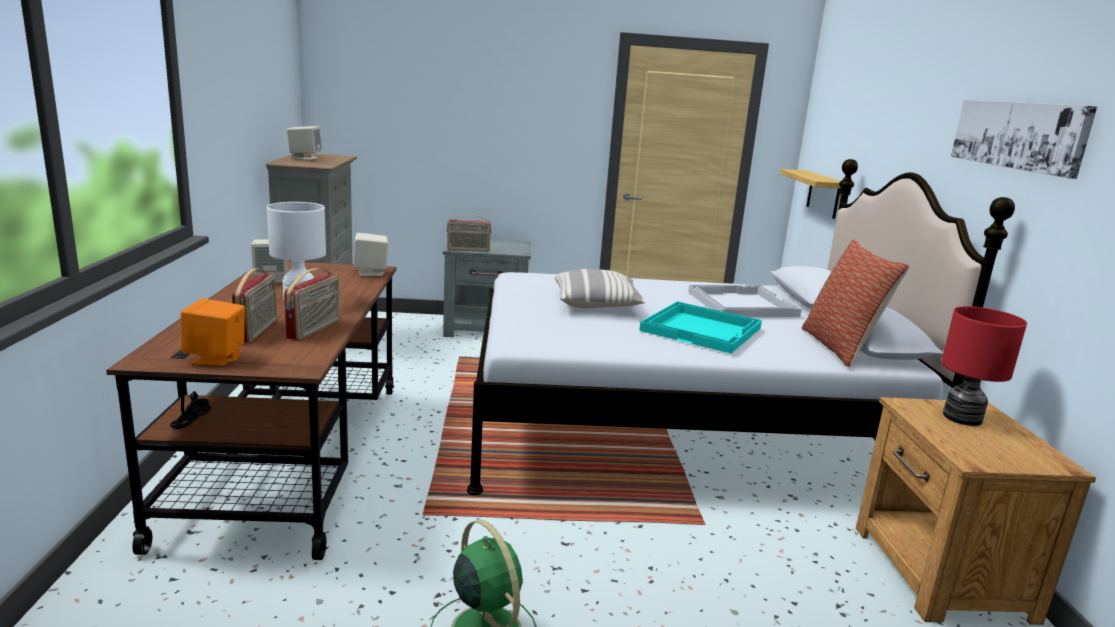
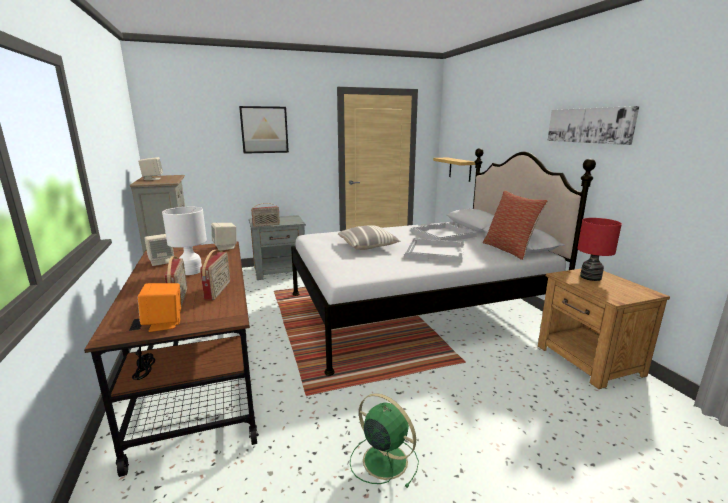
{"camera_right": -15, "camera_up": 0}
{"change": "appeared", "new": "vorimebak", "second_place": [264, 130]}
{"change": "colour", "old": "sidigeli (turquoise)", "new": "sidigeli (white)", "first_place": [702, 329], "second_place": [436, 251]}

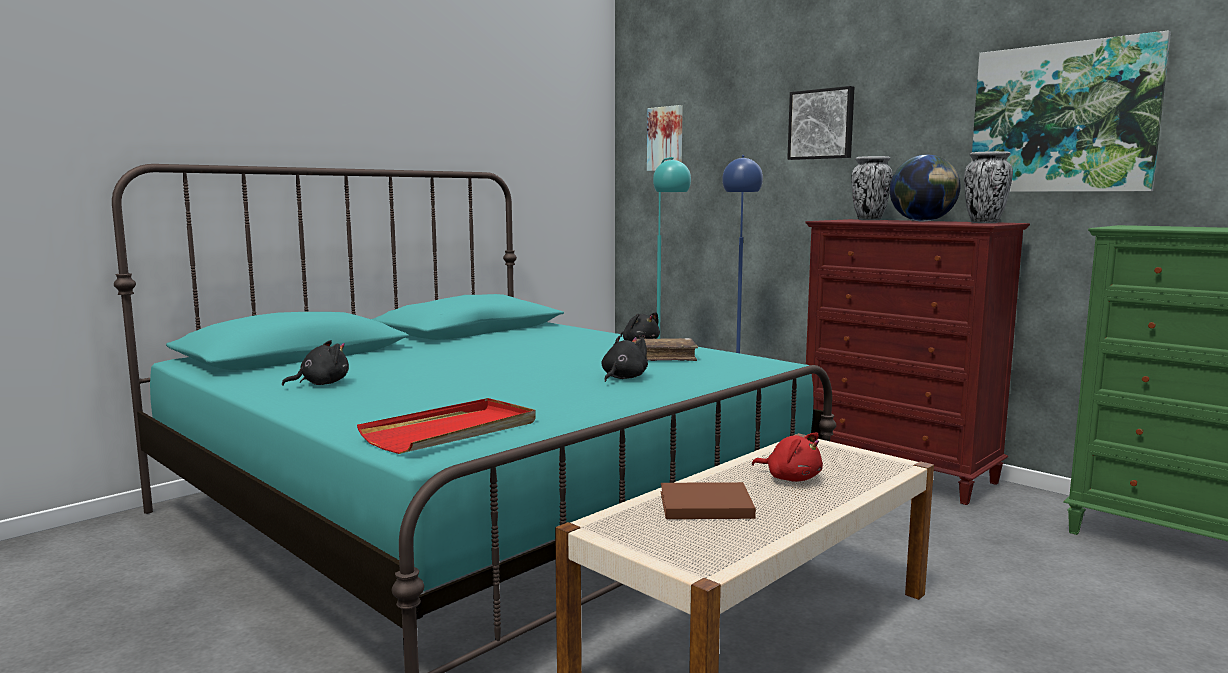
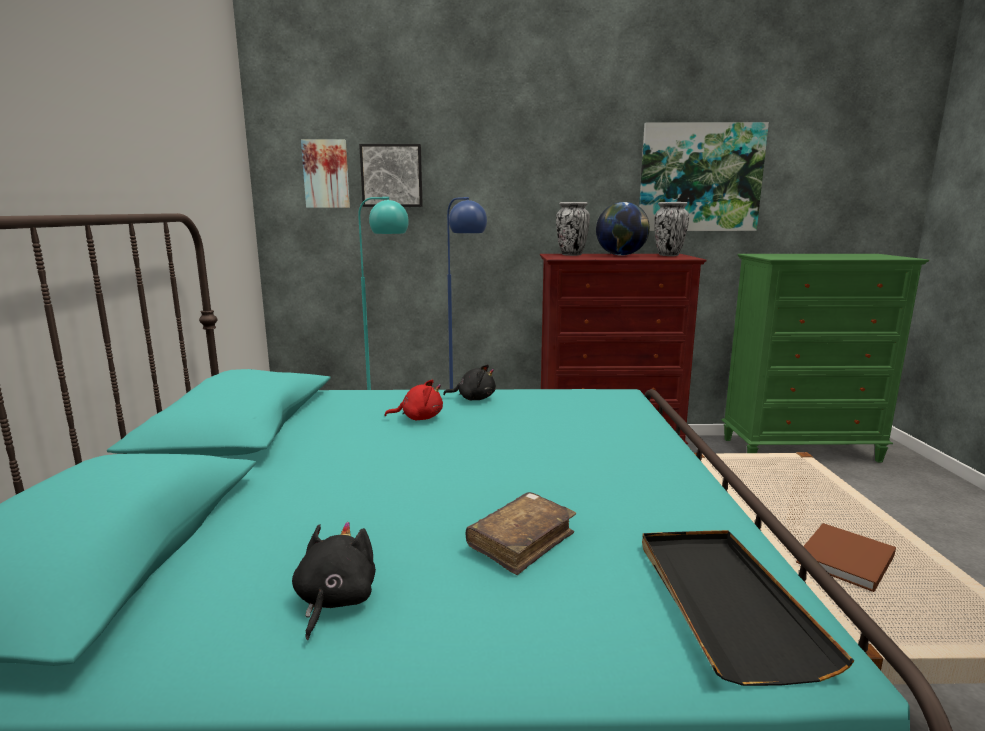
{"camera_right": -45, "camera_up": 5}
{"change": "missing", "old": "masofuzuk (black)", "first_place": [623, 378]}
{"change": "relocated", "old": "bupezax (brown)", "first_place": [664, 357], "second_place": [521, 542]}
{"change": "relocated", "old": "masofuzuk (red)", "first_place": [791, 478], "second_place": [419, 418]}
{"change": "relocated", "old": "vorimebak", "first_place": [822, 124], "second_place": [392, 176]}
{"change": "colour", "old": "sidigeli (red)", "new": "sidigeli (black)", "first_place": [452, 431], "second_place": [724, 602]}

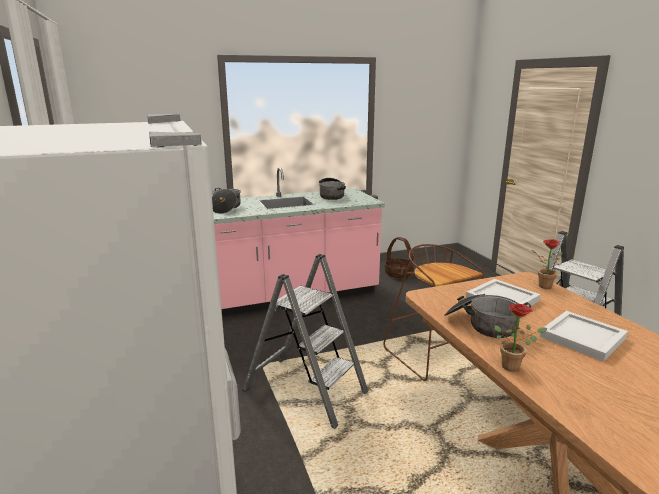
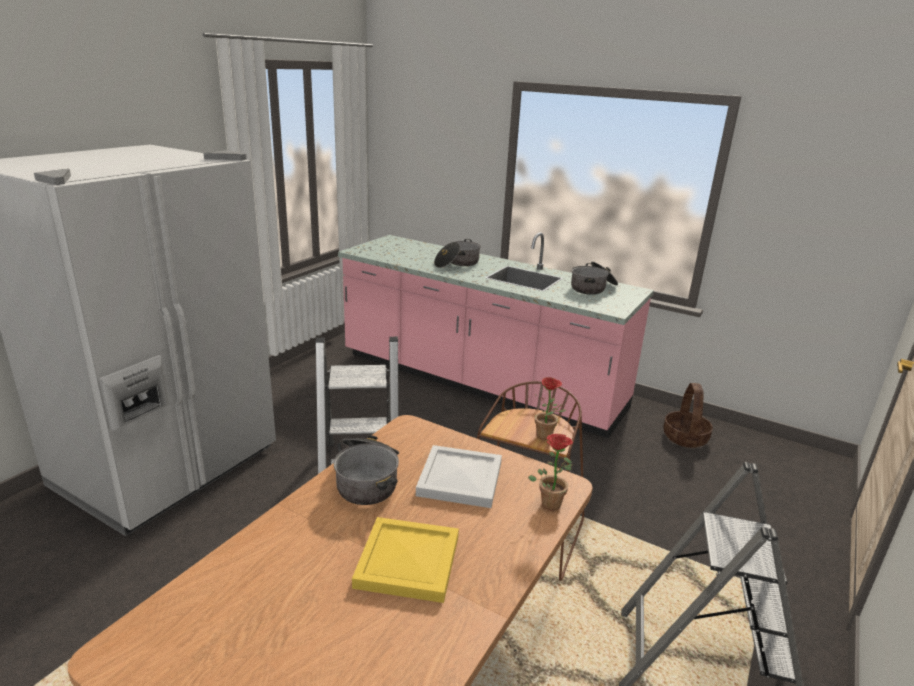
{"camera_right": 50, "camera_up": 5}
{"change": "relocated", "old": "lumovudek", "first_place": [514, 366], "second_place": [547, 437]}
{"change": "colour", "old": "sidigeli (white)", "new": "sidigeli (yellow)", "first_place": [581, 337], "second_place": [406, 560]}

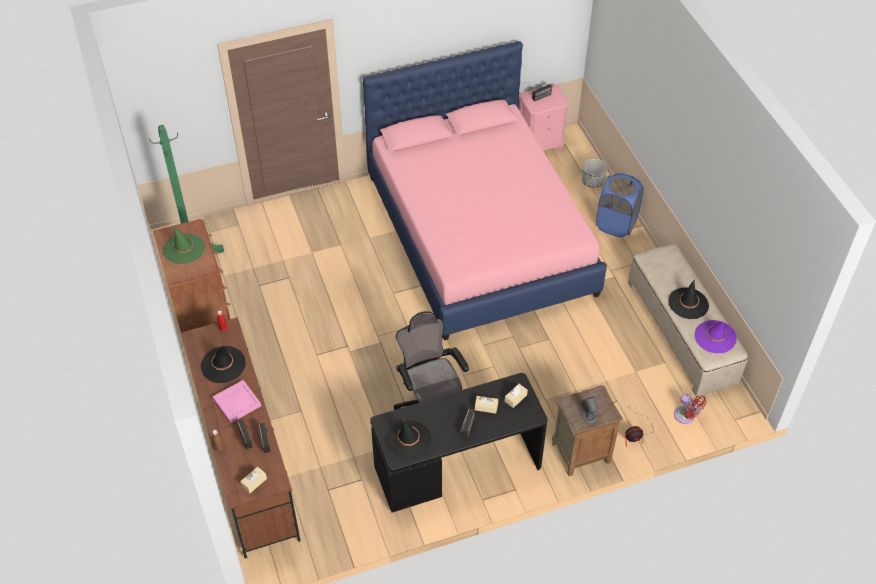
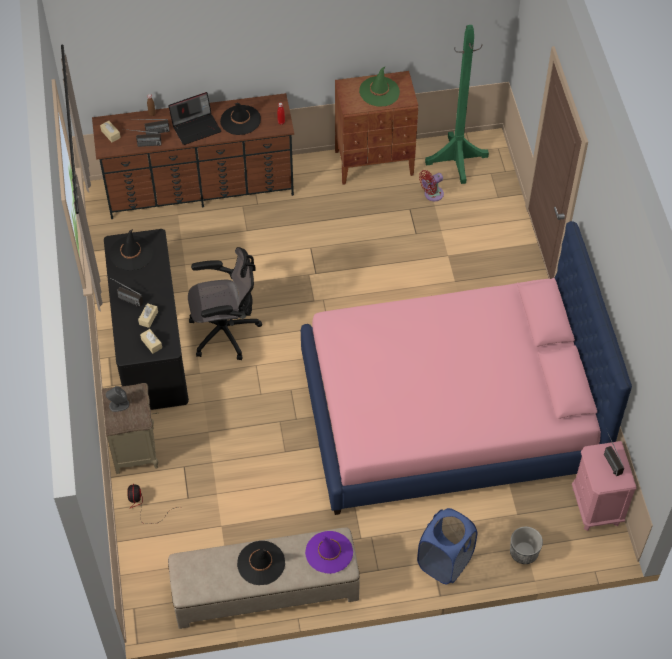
{"camera_right": 100, "camera_up": 5}
{"change": "relocated", "old": "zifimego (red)", "first_place": [686, 417], "second_place": [431, 194]}
{"change": "relocated", "old": "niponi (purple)", "first_place": [715, 337], "second_place": [329, 552]}
{"change": "exchanged", "old": "sidigeli (pink)", "new": "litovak", "first_place": [236, 402], "second_place": [196, 127]}

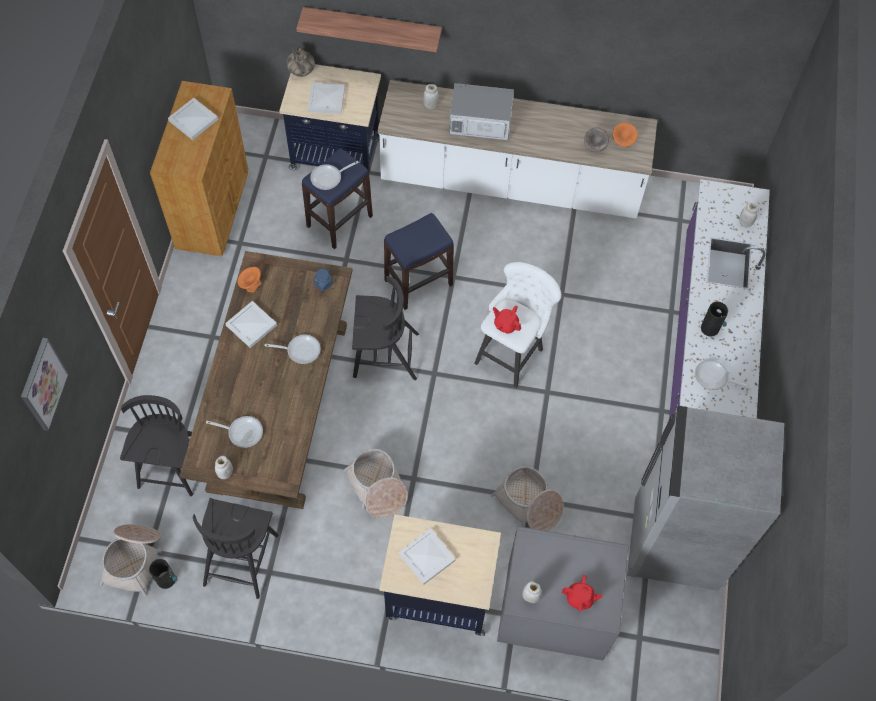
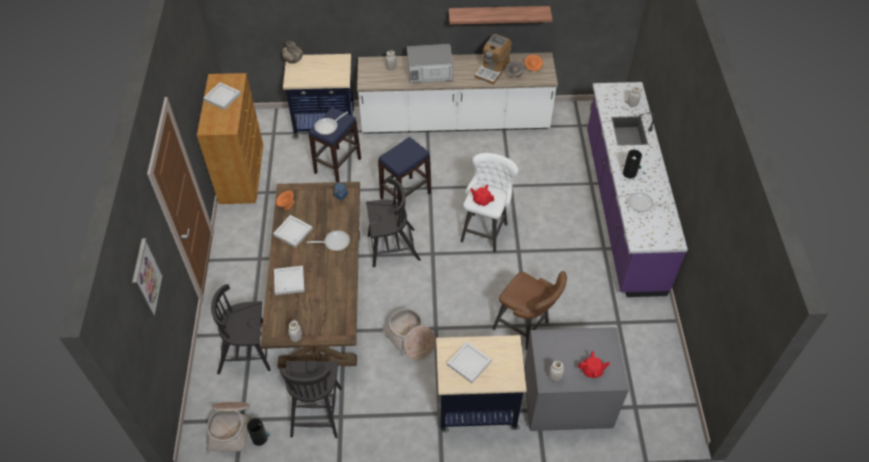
{"camera_right": -10, "camera_up": -10}
{"change": "missing", "old": "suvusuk", "first_place": [242, 432]}
{"change": "missing", "old": "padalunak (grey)", "first_place": [676, 544]}
{"change": "appeared", "new": "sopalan", "second_place": [492, 69]}
{"change": "relocated", "old": "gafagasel", "first_place": [372, 26], "second_place": [498, 15]}
{"change": "relocated", "old": "sidigeli (white)", "first_place": [326, 100], "second_place": [289, 281]}
{"change": "exchanged", "old": "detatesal", "new": "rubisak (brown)", "first_place": [529, 503], "second_place": [526, 329]}
{"change": "spun", "old": "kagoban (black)", "first_place": [172, 463], "second_place": [247, 352], "degrees": -90}

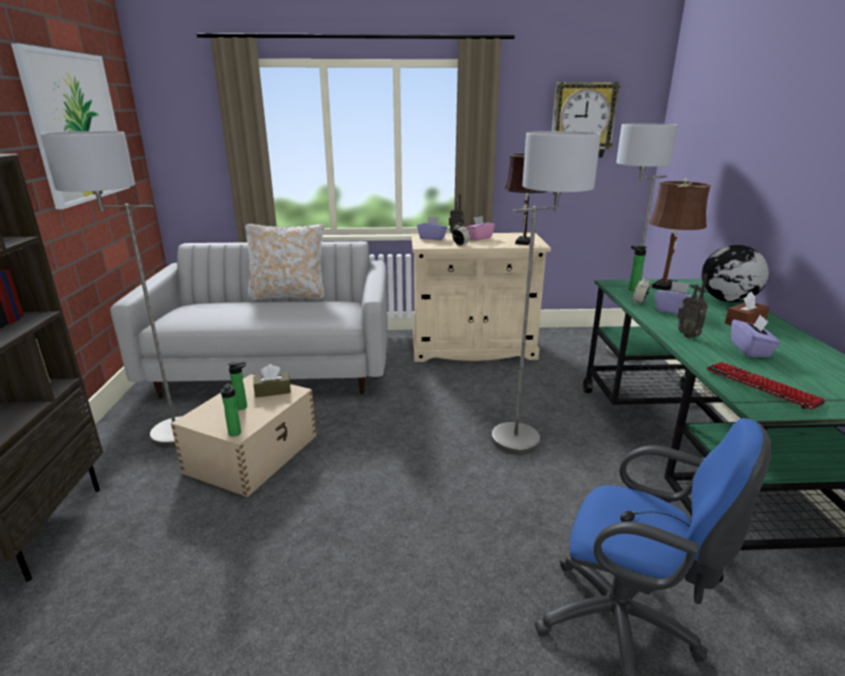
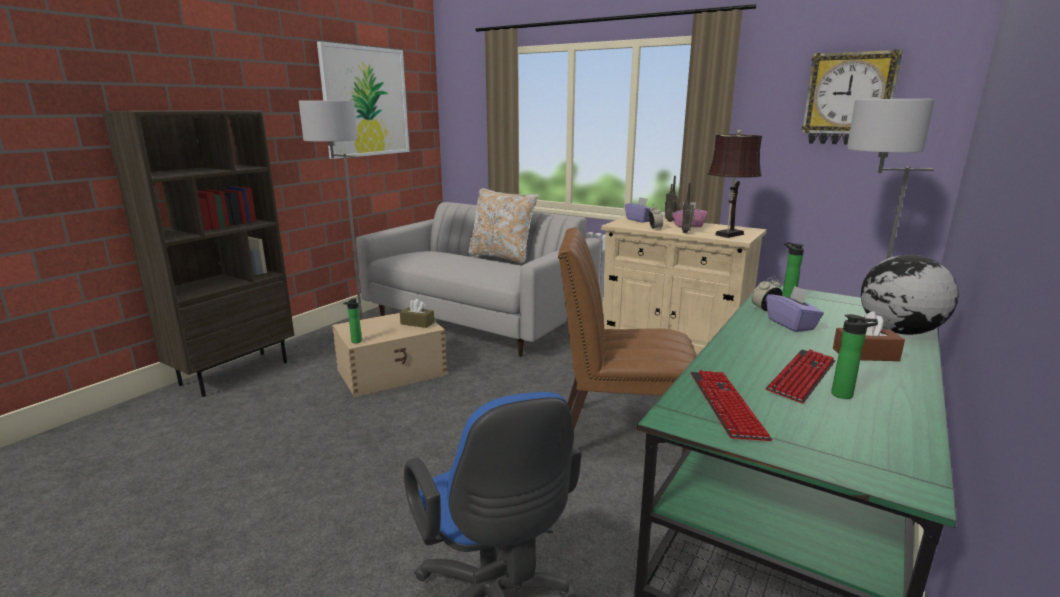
{"camera_right": 35, "camera_up": -5}
{"change": "missing", "old": "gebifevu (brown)", "first_place": [665, 285]}
{"change": "relocated", "old": "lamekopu", "first_place": [243, 407], "second_place": [845, 395]}
{"change": "relocated", "old": "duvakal", "first_place": [688, 335], "second_place": [687, 232]}
{"change": "exchanged", "old": "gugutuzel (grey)", "new": "kagoban (brown)", "first_place": [527, 436], "second_place": [621, 436]}
{"change": "exchanged", "old": "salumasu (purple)", "new": "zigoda", "first_place": [750, 350], "second_place": [802, 376]}

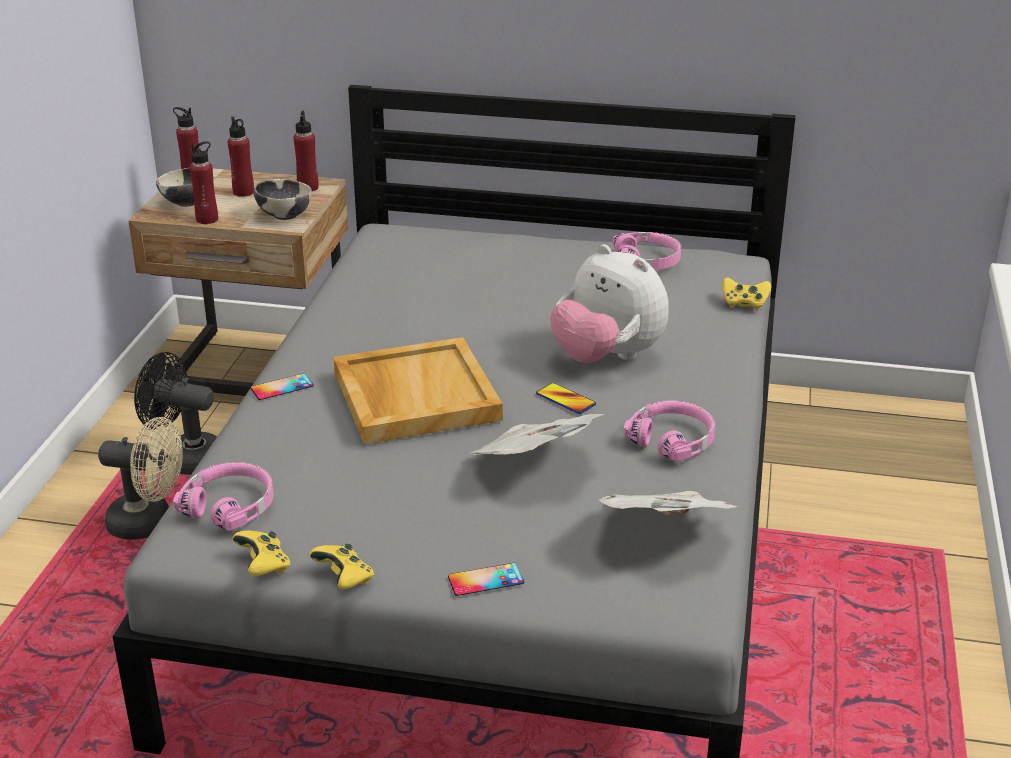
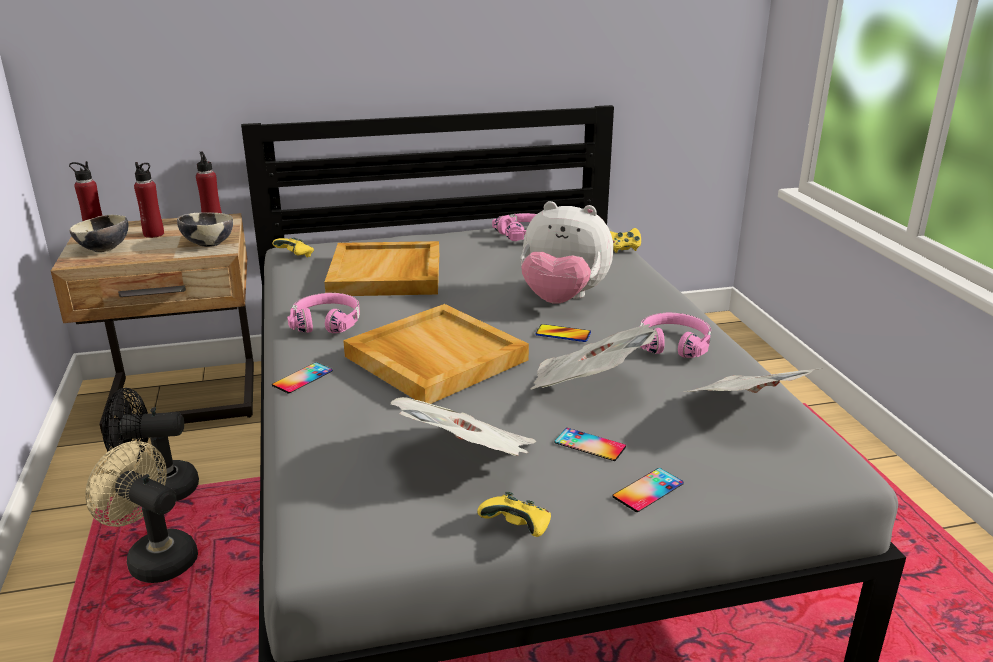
{"camera_right": -25, "camera_up": -5}
{"change": "missing", "old": "lamekopu (red)", "first_place": [207, 219]}
{"change": "appeared", "new": "sidigeli (beige)", "second_place": [386, 274]}
{"change": "appeared", "new": "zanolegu", "second_place": [469, 459]}
{"change": "appeared", "new": "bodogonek", "second_place": [590, 445]}
{"change": "relocated", "old": "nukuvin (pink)", "first_place": [230, 505], "second_place": [327, 322]}
{"change": "relocated", "old": "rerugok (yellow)", "first_place": [264, 566], "second_place": [296, 257]}
{"change": "spun", "old": "zifimego (beige)", "first_place": [150, 523], "second_place": [155, 558], "degrees": -135}

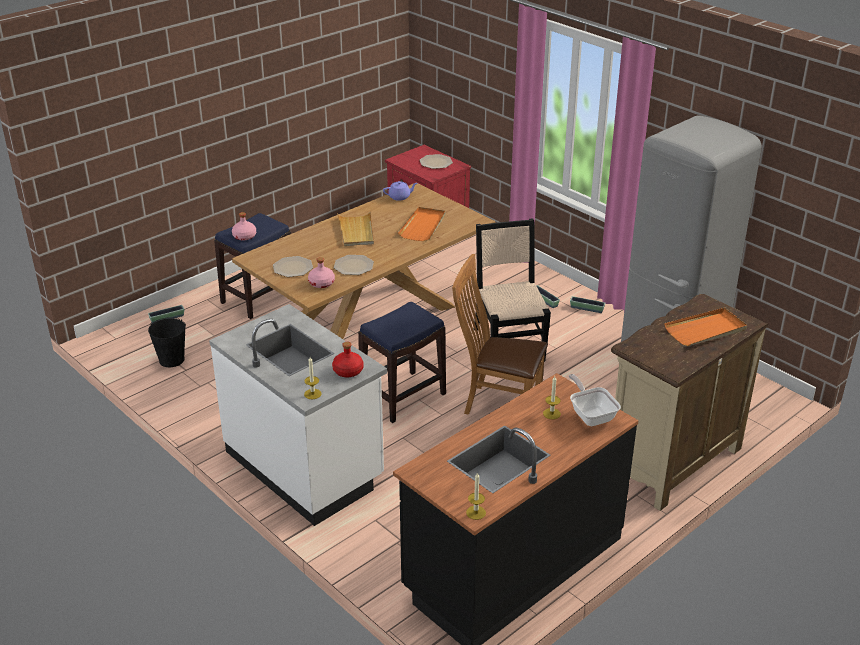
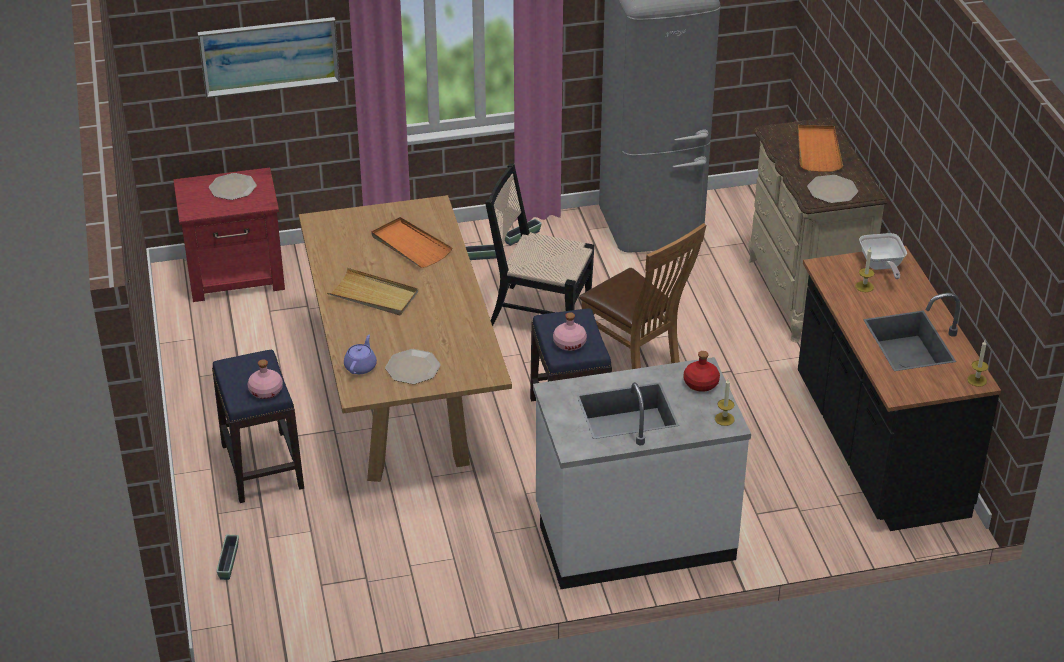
{"camera_right": -60, "camera_up": 5}
{"change": "missing", "old": "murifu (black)", "first_place": [171, 360]}
{"change": "appeared", "new": "vorimebak", "second_place": [269, 56]}
{"change": "relocated", "old": "lamekopu (pink)", "first_place": [322, 283], "second_place": [569, 343]}
{"change": "relocated", "old": "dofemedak", "first_place": [354, 266], "second_place": [833, 190]}
{"change": "relocated", "old": "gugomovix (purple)", "first_place": [400, 197], "second_place": [361, 366]}
{"change": "spun", "old": "kagoban (brown)", "first_place": [497, 404], "second_place": [636, 362], "degrees": -90}
{"change": "spun", "old": "suvusuk", "first_place": [591, 415], "second_place": [881, 266], "degrees": -105}

